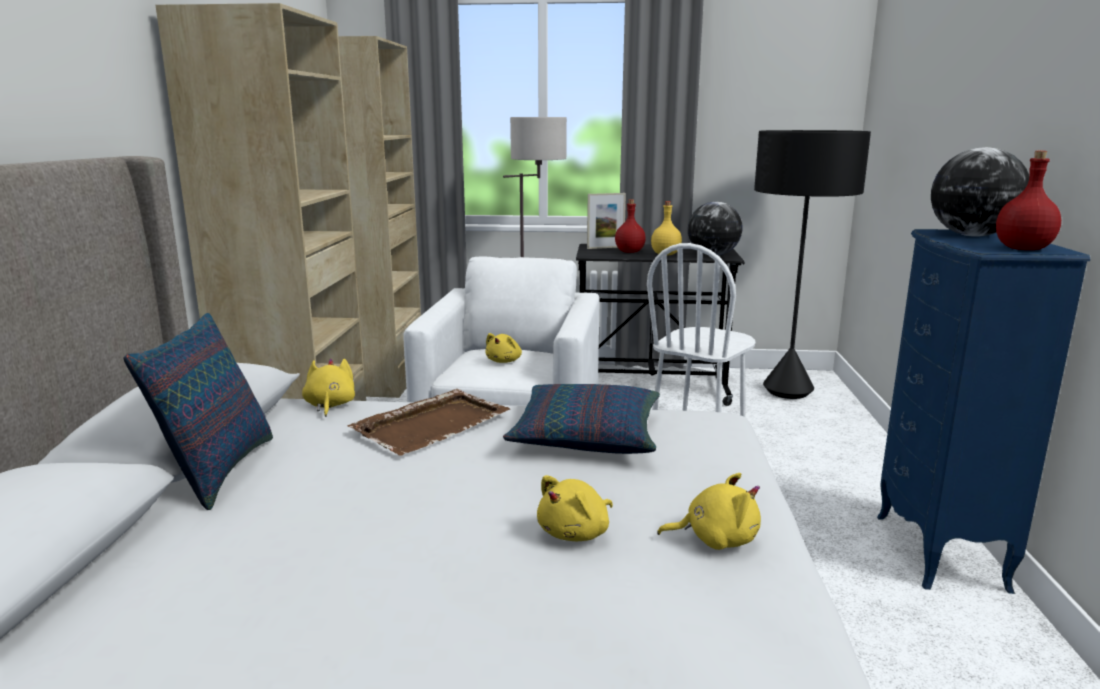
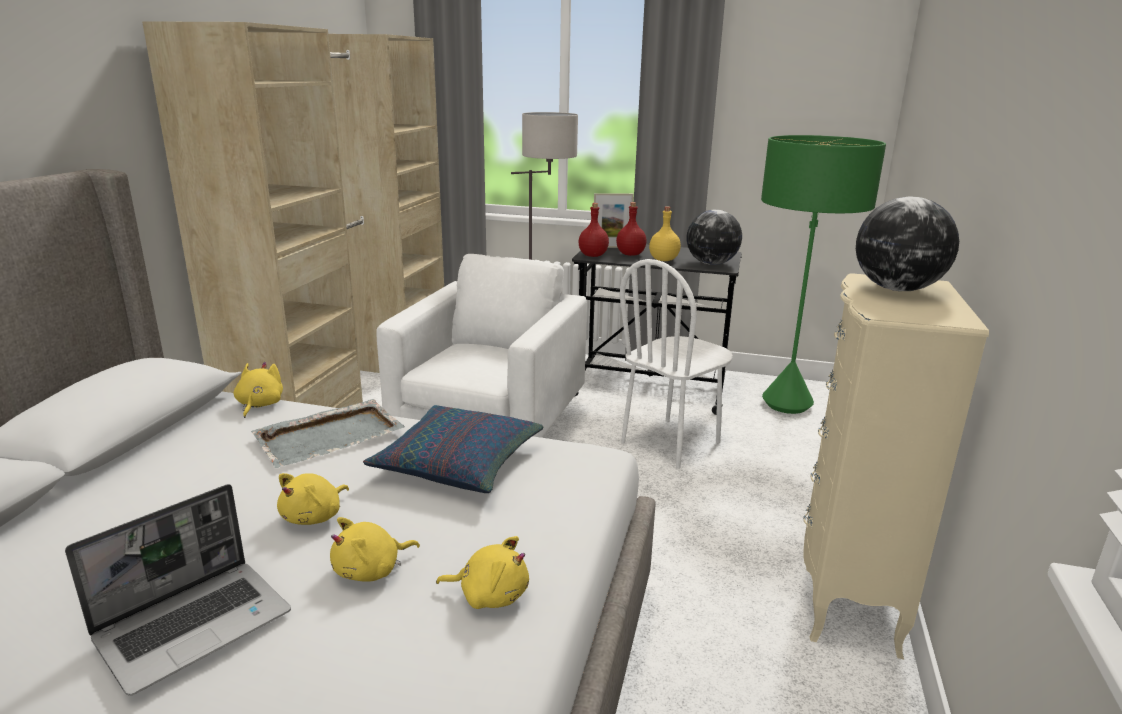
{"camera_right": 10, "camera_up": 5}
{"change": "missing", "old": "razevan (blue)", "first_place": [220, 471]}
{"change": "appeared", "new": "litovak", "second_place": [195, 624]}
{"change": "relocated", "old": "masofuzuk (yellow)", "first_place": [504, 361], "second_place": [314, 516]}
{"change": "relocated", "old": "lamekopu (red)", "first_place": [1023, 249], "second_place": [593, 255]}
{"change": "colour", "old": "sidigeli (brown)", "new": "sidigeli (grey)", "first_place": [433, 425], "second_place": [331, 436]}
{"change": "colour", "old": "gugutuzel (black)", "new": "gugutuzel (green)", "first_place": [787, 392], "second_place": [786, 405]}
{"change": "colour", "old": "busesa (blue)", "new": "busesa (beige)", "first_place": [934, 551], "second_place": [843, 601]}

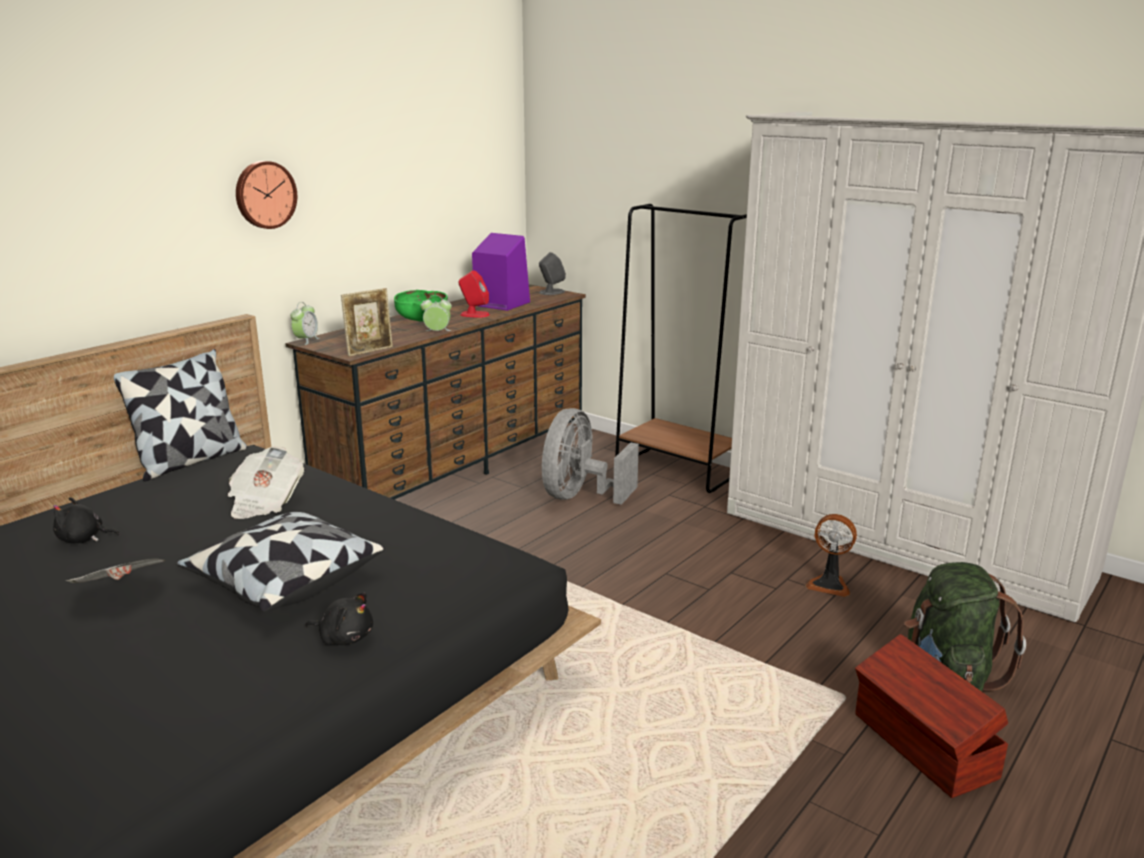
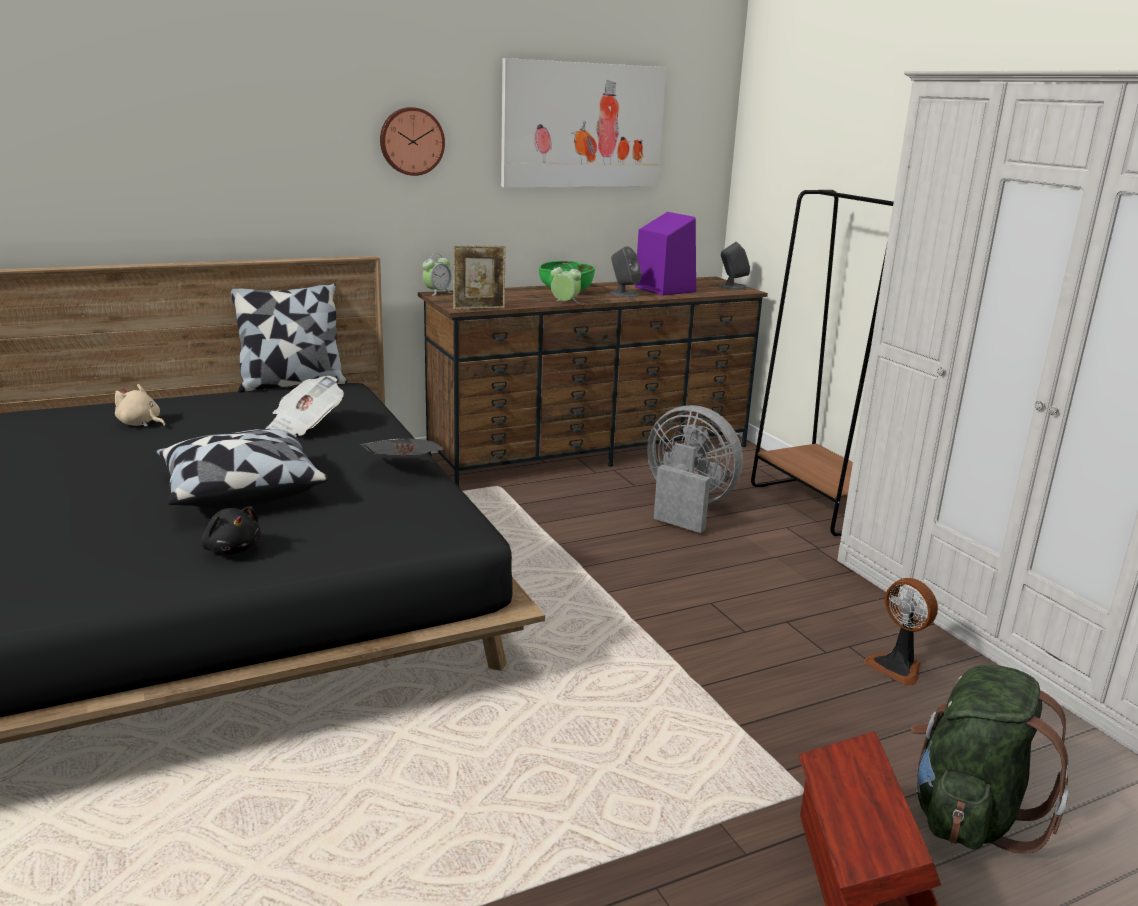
{"camera_right": 25, "camera_up": 0}
{"change": "appeared", "new": "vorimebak", "second_place": [583, 125]}
{"change": "relocated", "old": "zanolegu", "first_place": [121, 592], "second_place": [404, 469]}
{"change": "colour", "old": "masofuzuk (black)", "new": "masofuzuk (beige)", "first_place": [83, 539], "second_place": [140, 424]}
{"change": "colour", "old": "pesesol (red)", "new": "pesesol (grey)", "first_place": [474, 314], "second_place": [623, 294]}
{"change": "spun", "old": "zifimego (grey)", "first_place": [580, 496], "second_place": [686, 507], "degrees": 75}

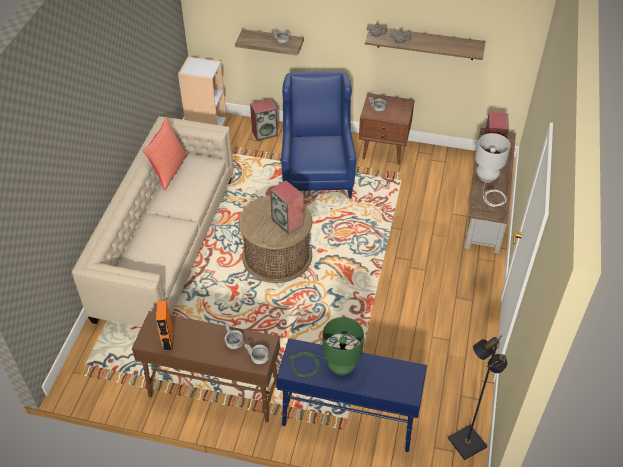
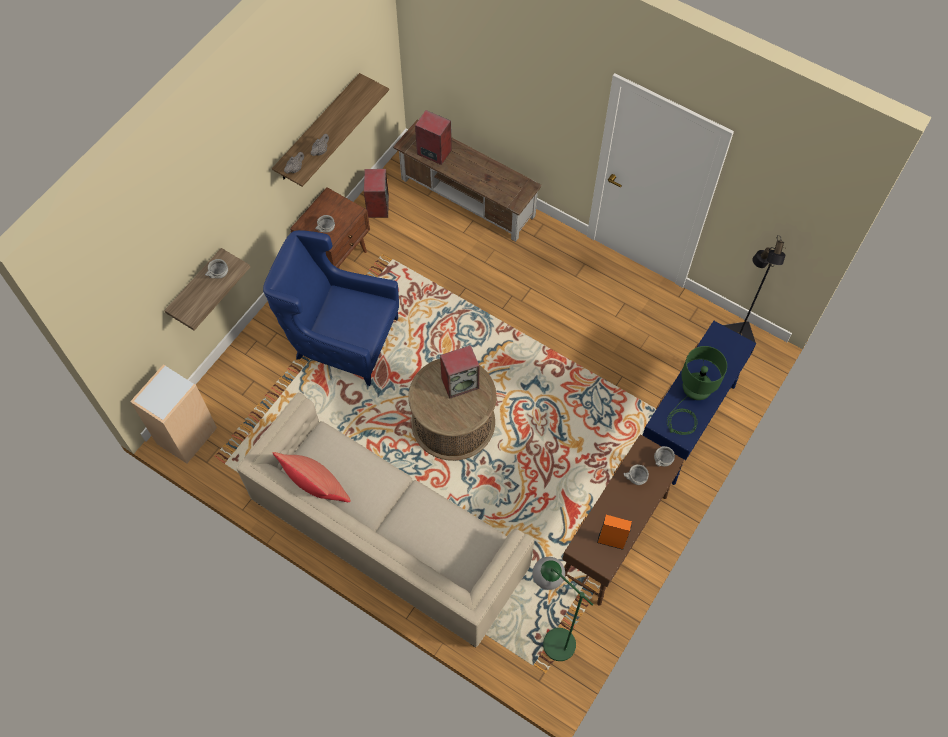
{"camera_right": -70, "camera_up": 15}
{"change": "missing", "old": "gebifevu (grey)", "first_place": [489, 185]}
{"change": "appeared", "new": "gugutuzel (green)", "second_place": [550, 636]}
{"change": "relocated", "old": "pesesol", "first_place": [265, 133], "second_place": [377, 206]}

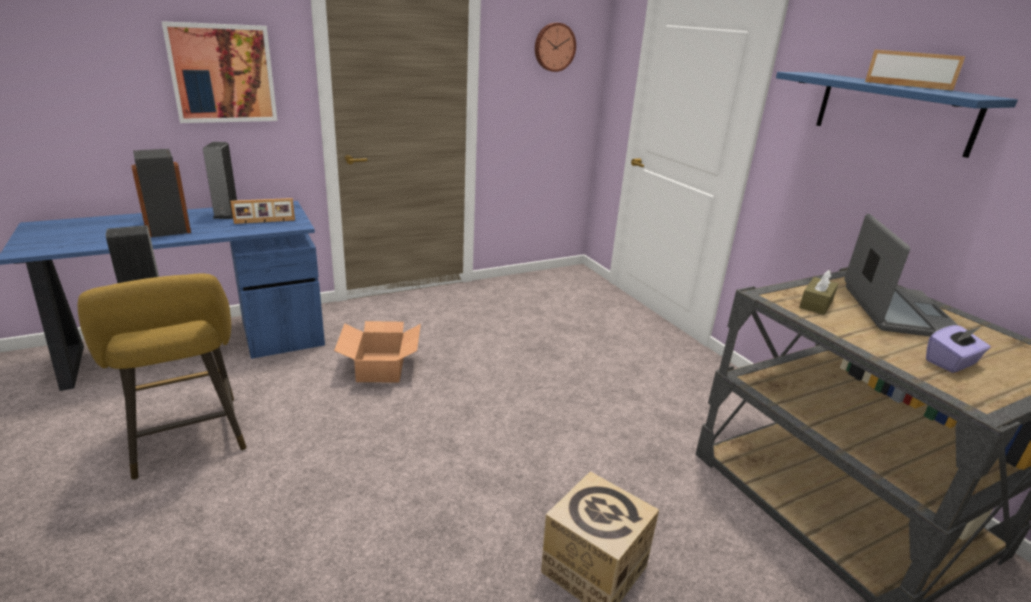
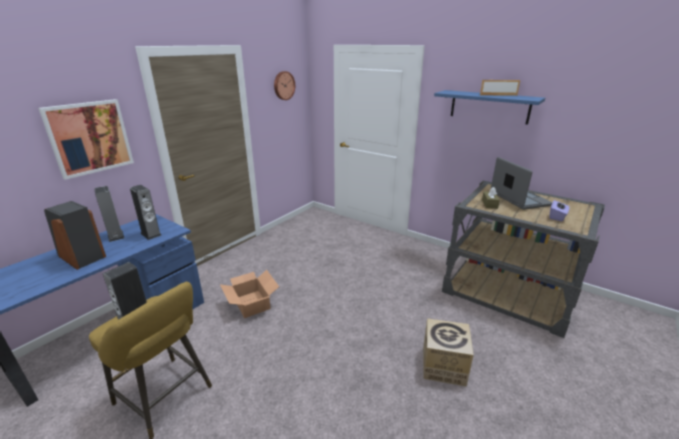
{"camera_right": -25, "camera_up": 0}
{"change": "exchanged", "old": "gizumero", "new": "pesesol", "first_place": [265, 222], "second_place": [151, 234]}

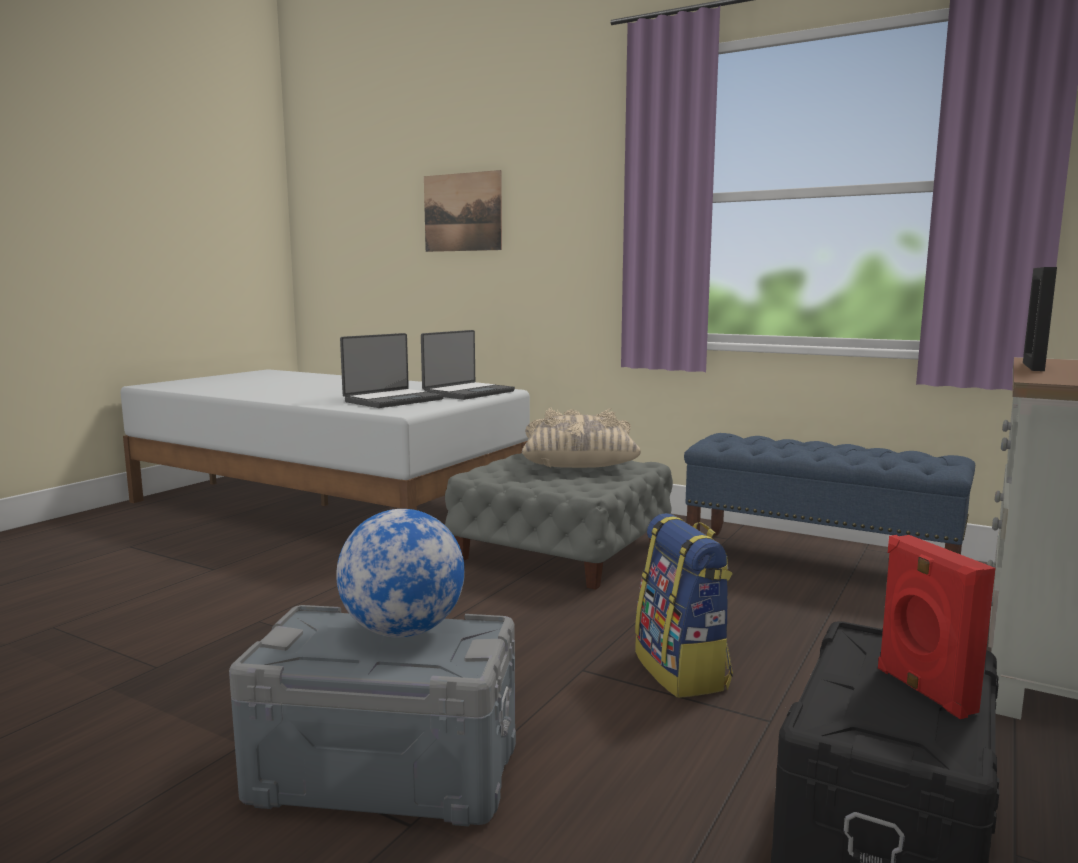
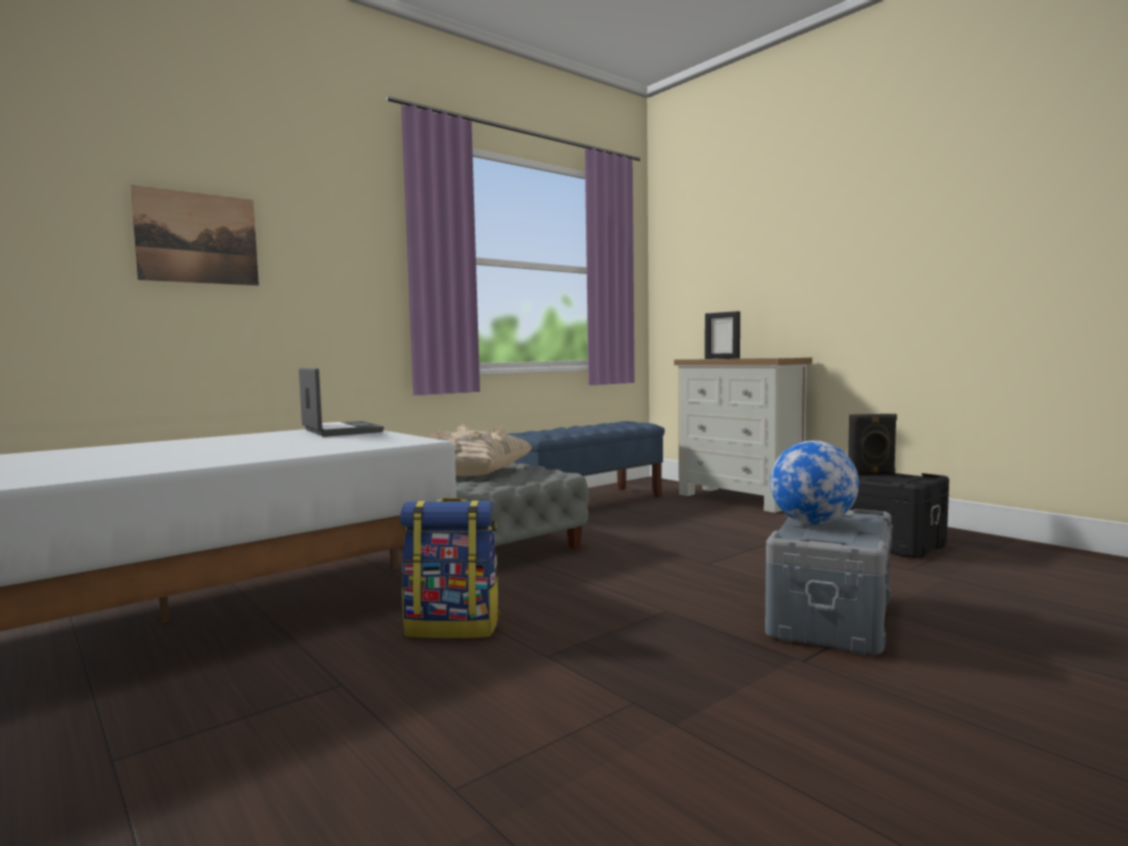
{"camera_right": -70, "camera_up": -5}
{"change": "missing", "old": "litovak", "first_place": [392, 400]}
{"change": "relocated", "old": "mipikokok", "first_place": [683, 671], "second_place": [453, 627]}
{"change": "colour", "old": "pesesol (red)", "new": "pesesol (black)", "first_place": [922, 691], "second_place": [871, 474]}

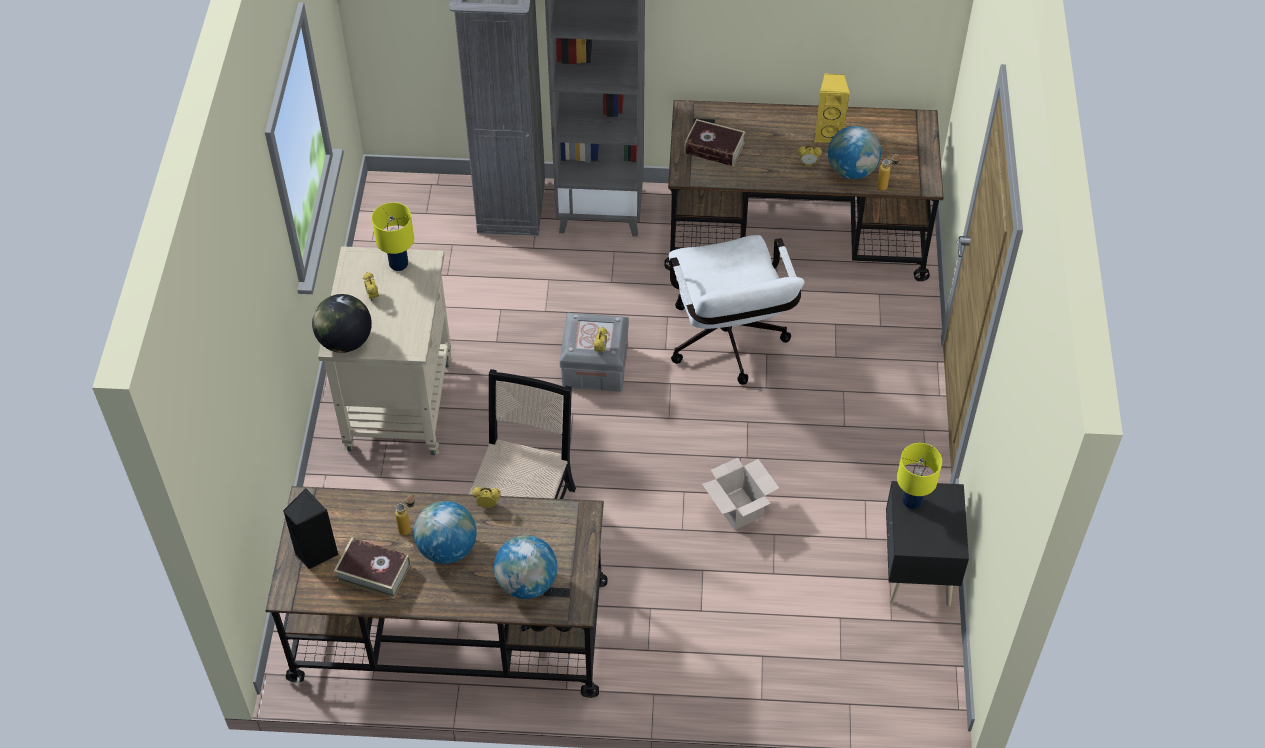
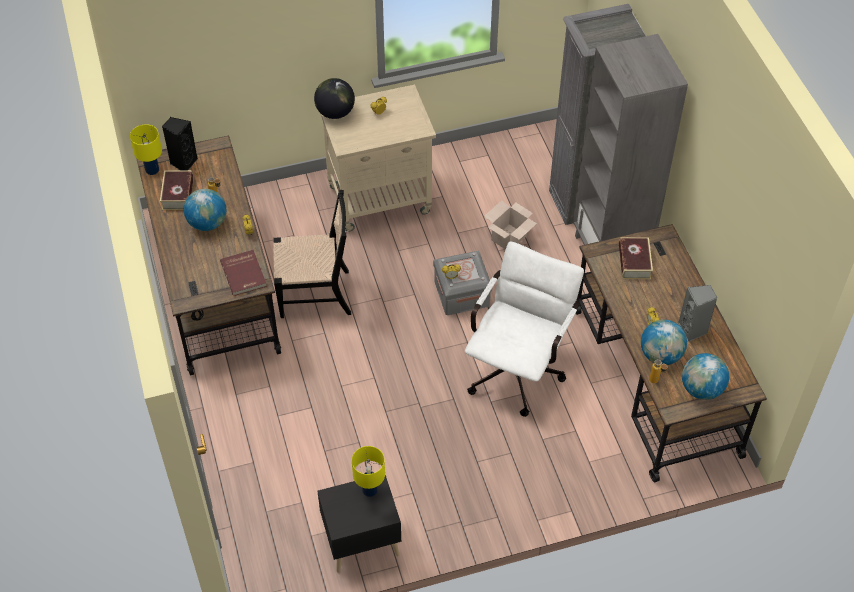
{"camera_right": 70, "camera_up": 0}
{"change": "appeared", "new": "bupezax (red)", "second_place": [244, 274]}
{"change": "relocated", "old": "gebifevu (yellow)", "first_place": [399, 264], "second_place": [153, 170]}
{"change": "relocated", "old": "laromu", "first_place": [527, 583], "second_place": [701, 389]}
{"change": "relocated", "old": "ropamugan", "first_place": [739, 509], "second_place": [508, 238]}
{"change": "colour", "old": "pesesol (yellow)", "new": "pesesol (grey)", "first_place": [828, 134], "second_place": [693, 330]}
{"change": "spun", "old": "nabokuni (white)", "first_place": [728, 346], "second_place": [518, 367], "degrees": 150}

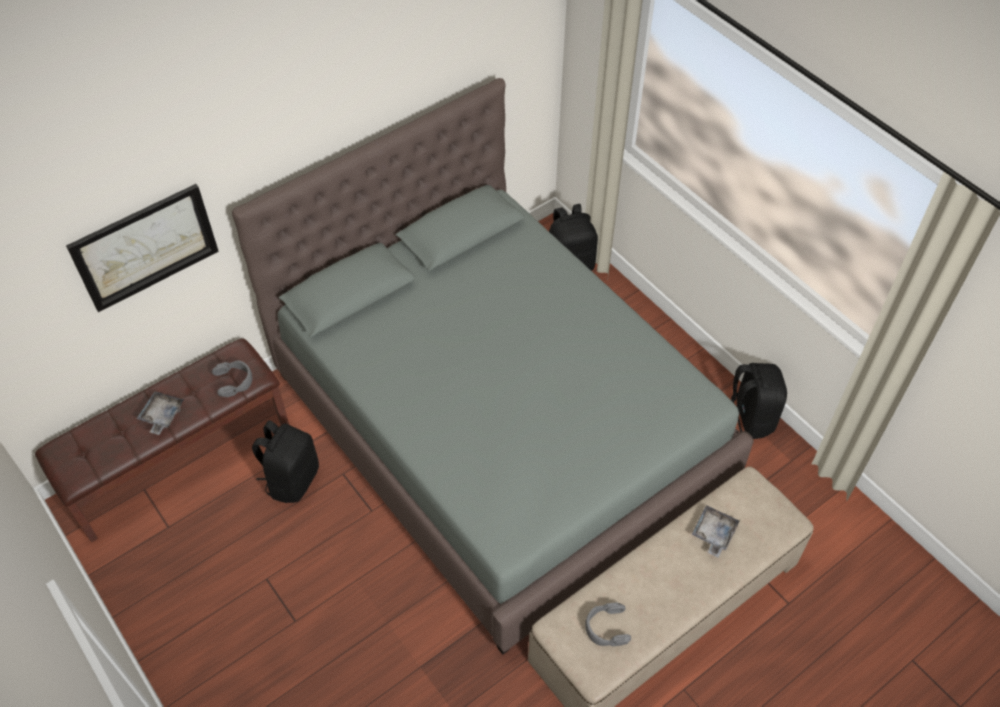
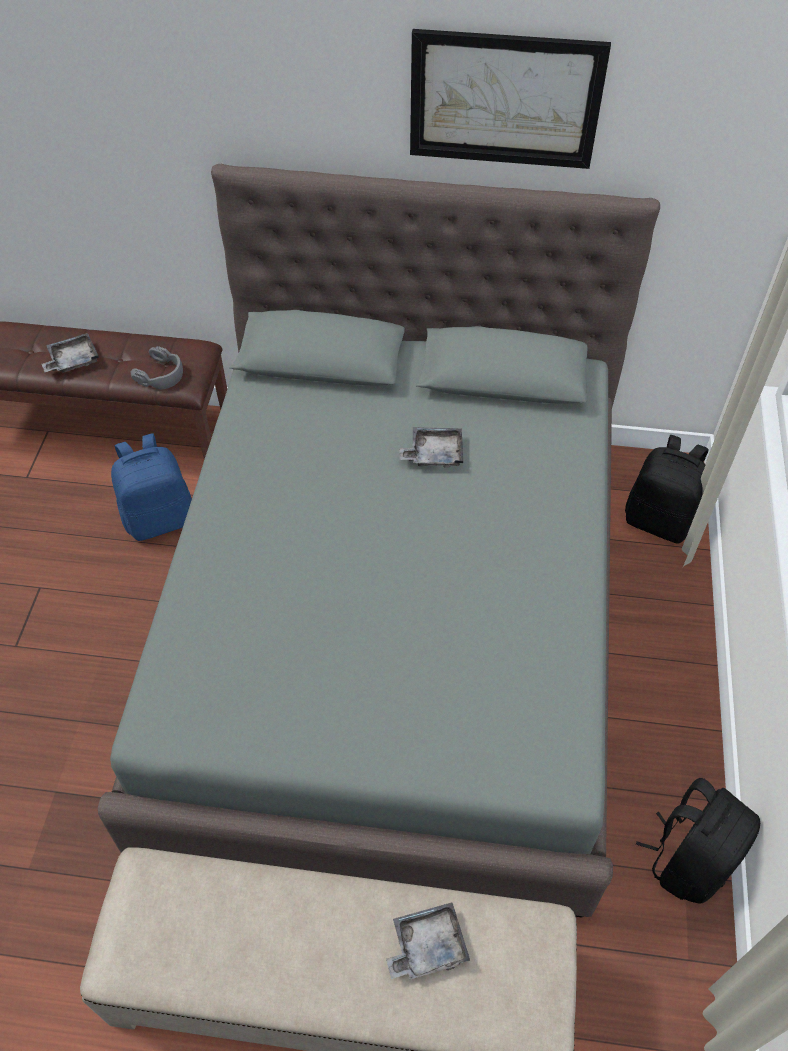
{"camera_right": 45, "camera_up": 0}
{"change": "missing", "old": "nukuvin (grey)", "first_place": [606, 628]}
{"change": "appeared", "new": "sidigeli (grey)", "second_place": [434, 454]}
{"change": "relocated", "old": "vorimebak", "first_place": [145, 247], "second_place": [505, 99]}
{"change": "colour", "old": "mipikokok (black)", "new": "mipikokok (blue)", "first_place": [292, 479], "second_place": [160, 518]}

